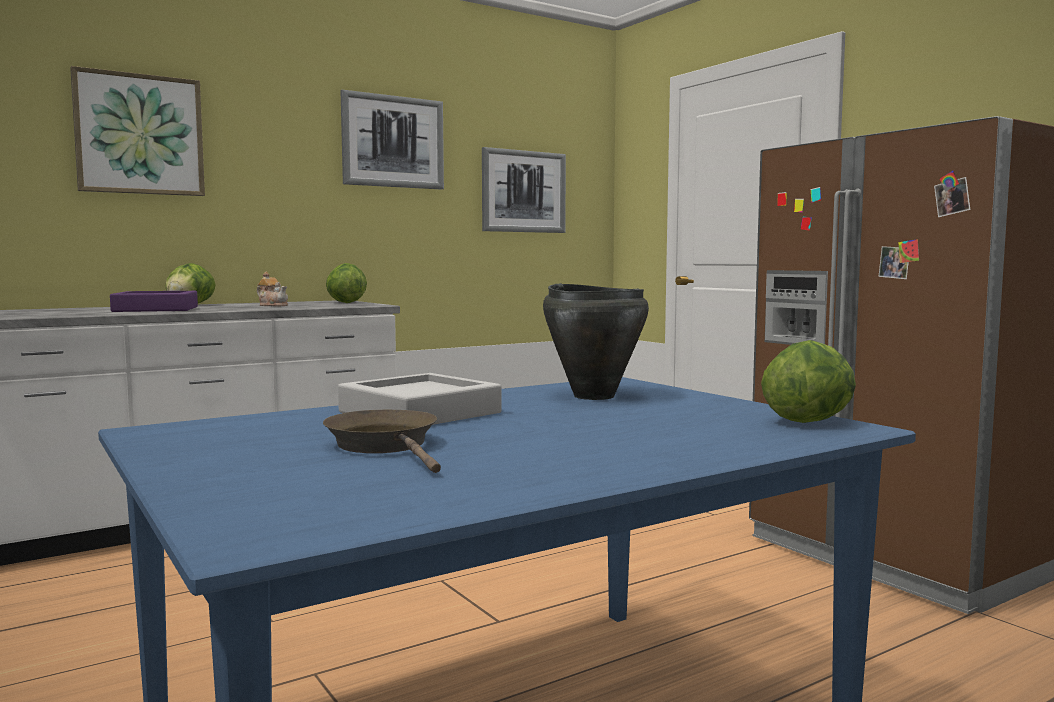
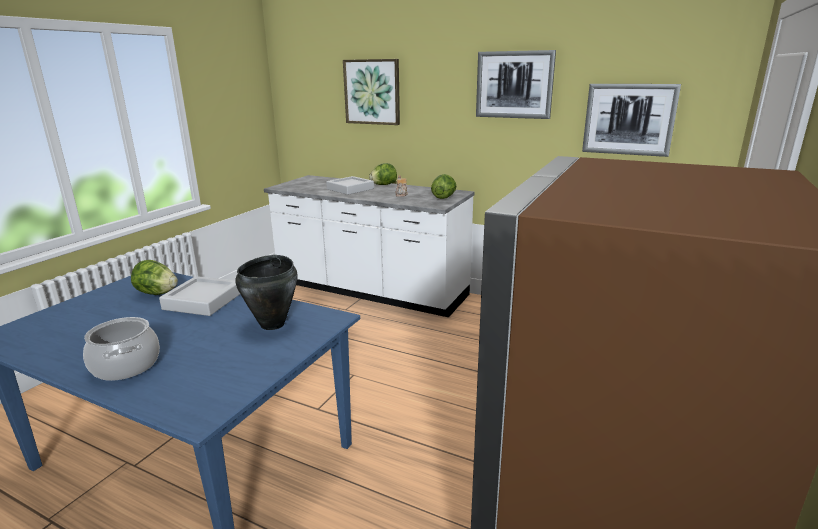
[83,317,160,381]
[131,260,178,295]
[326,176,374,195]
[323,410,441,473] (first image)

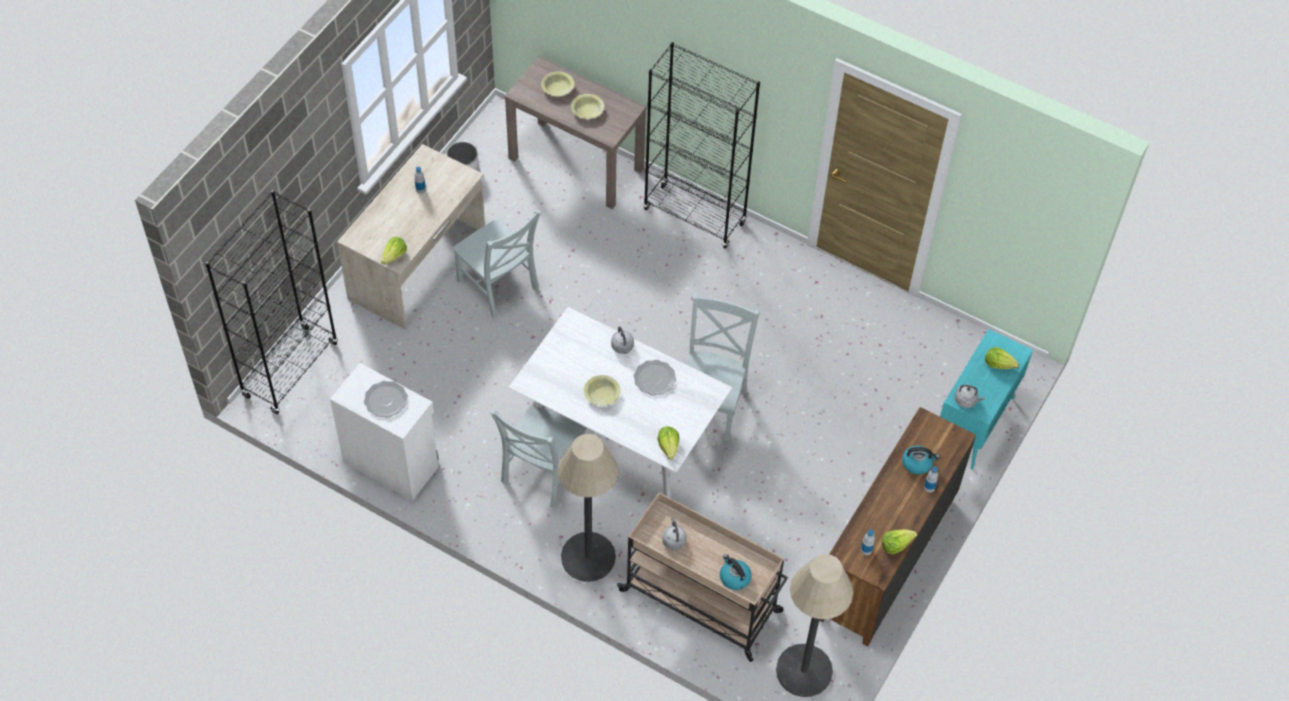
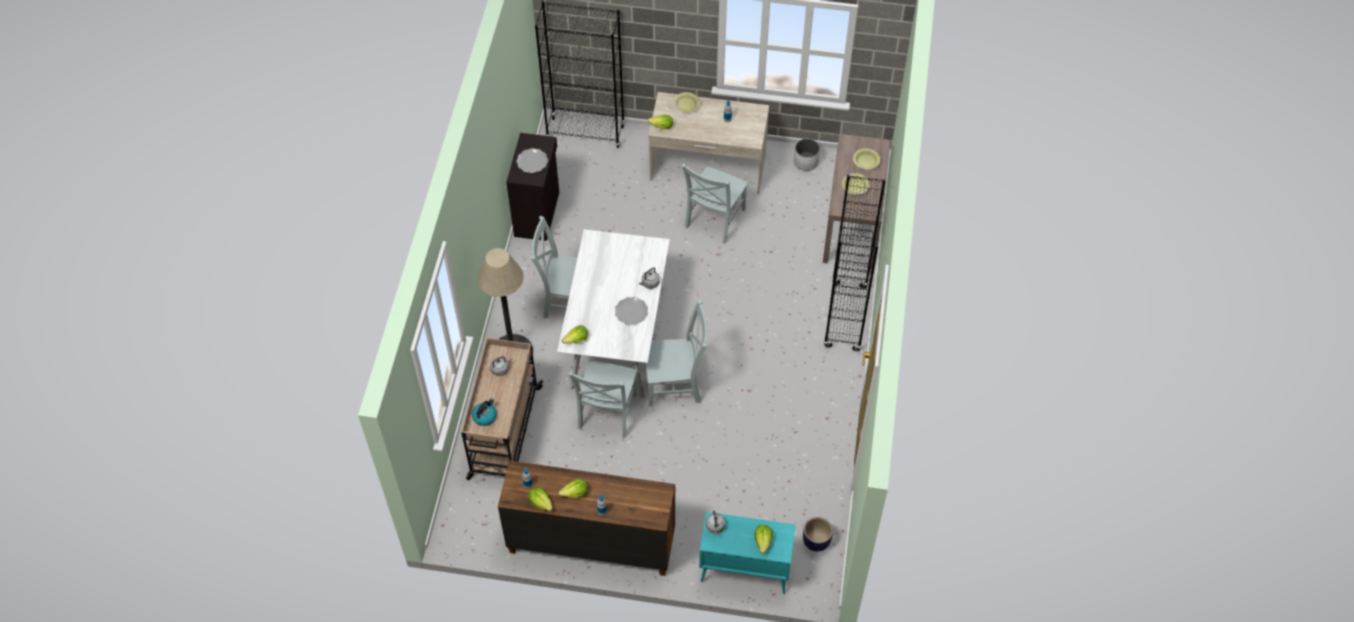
[506,133,559,241]
[558,479,588,497]
[568,360,637,438]
[673,92,700,112]
[803,517,833,552]
[776,554,853,697] (first image)
[902,446,940,475] (first image)

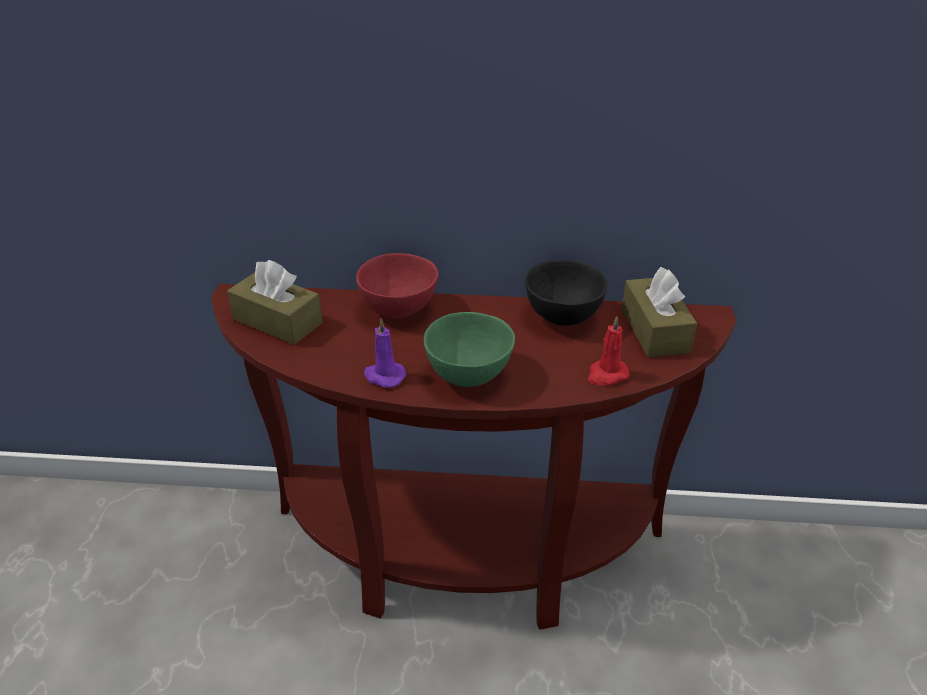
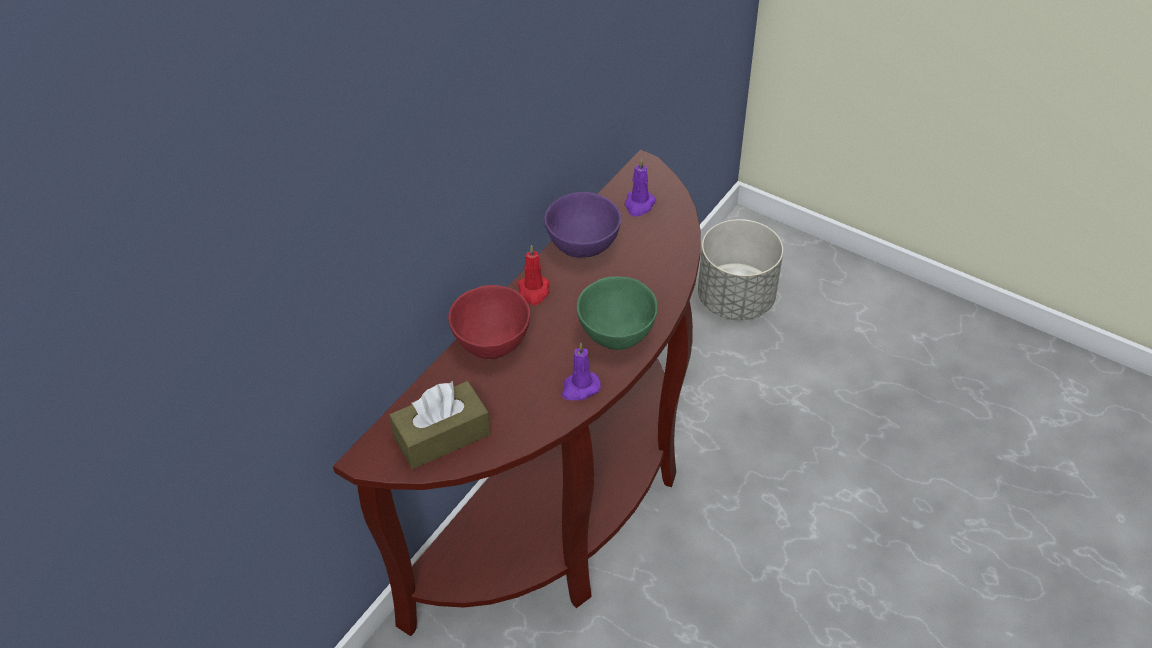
[518,245,550,305]
[544,192,621,258]
[625,158,656,217]
[698,219,783,320]

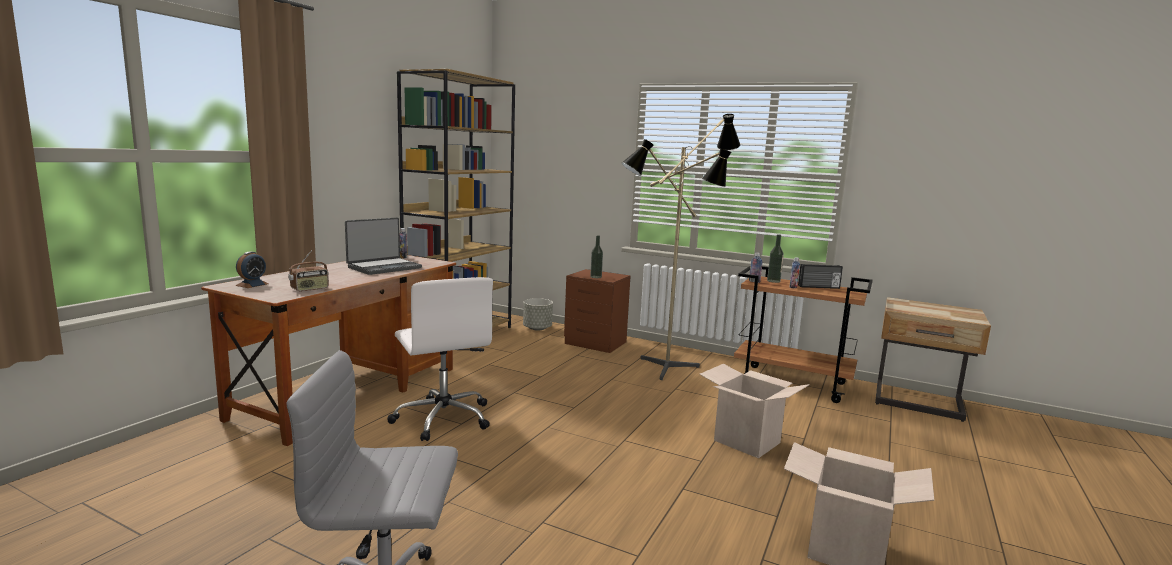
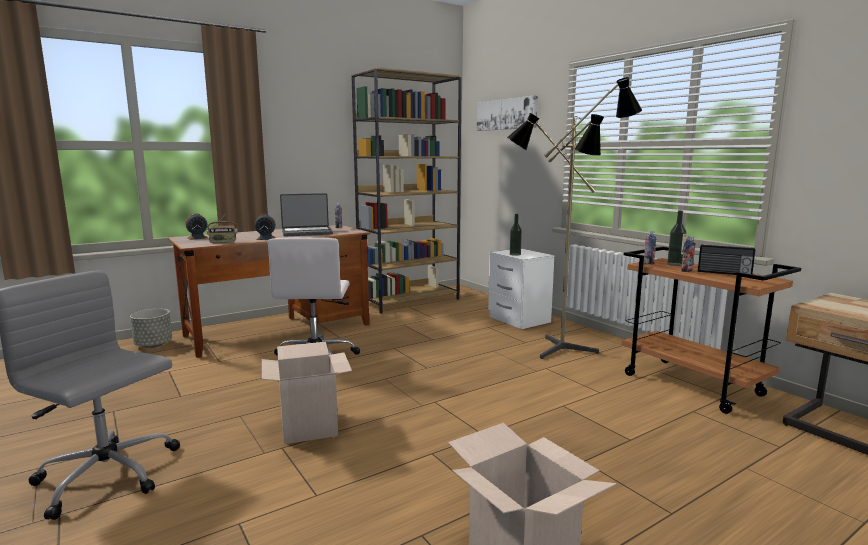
[130,309,172,348]
[254,214,276,240]
[262,342,352,444]
[477,95,538,131]
[488,248,554,329]

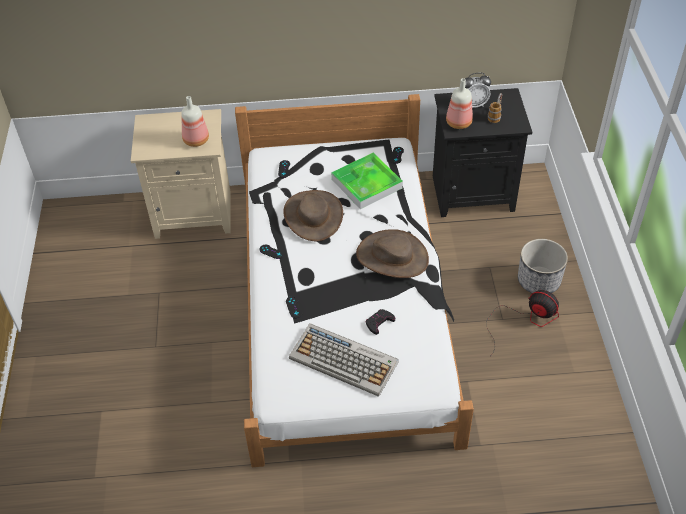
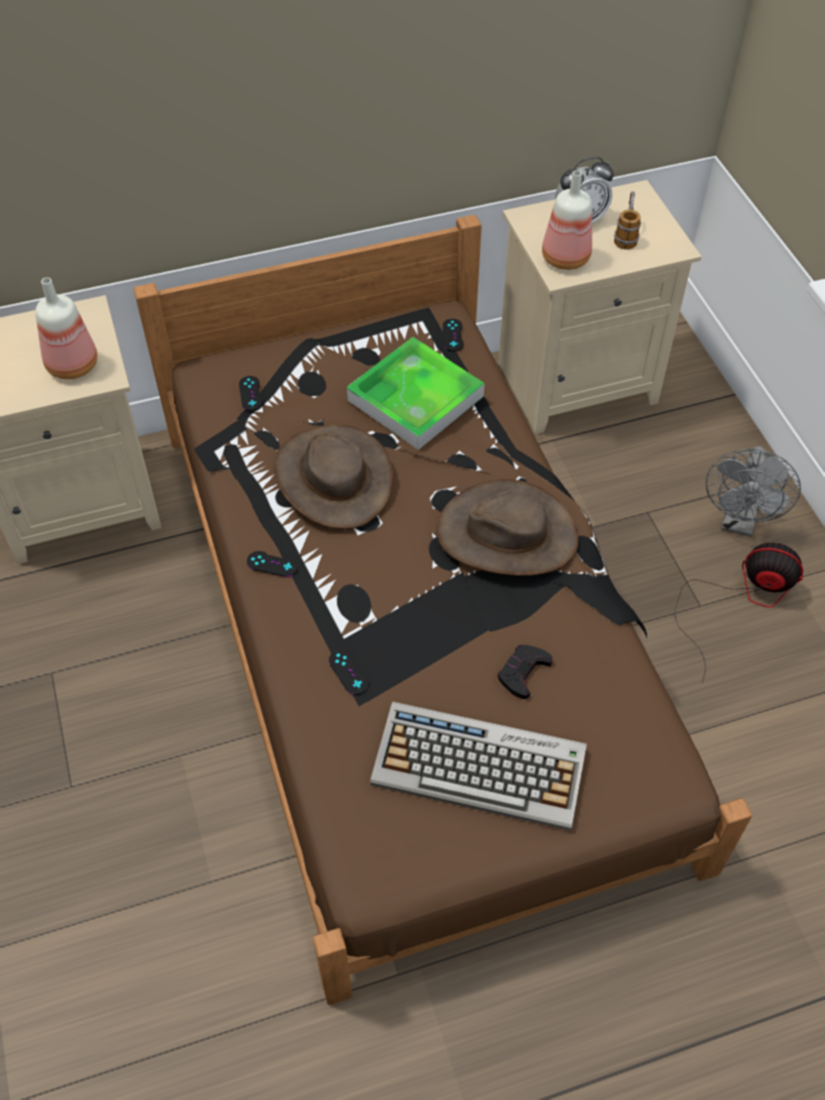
[133,215,753,1005]
[498,180,702,434]
[706,446,801,537]

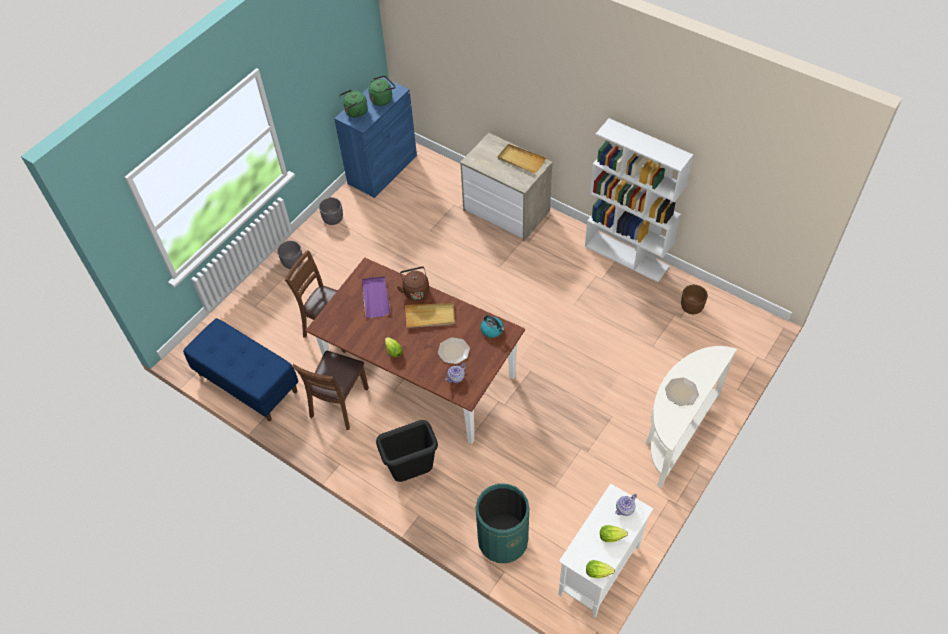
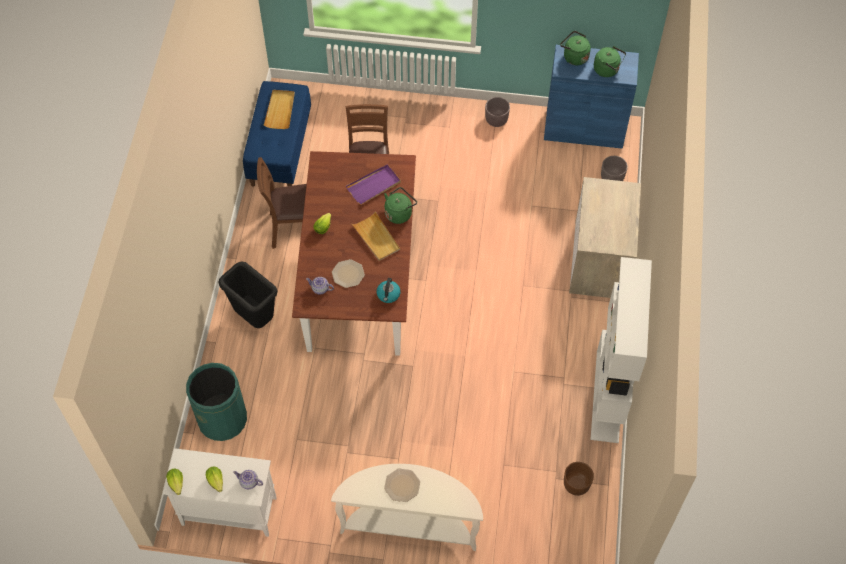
[264,90,295,129]
[384,187,417,224]
[601,156,628,181]

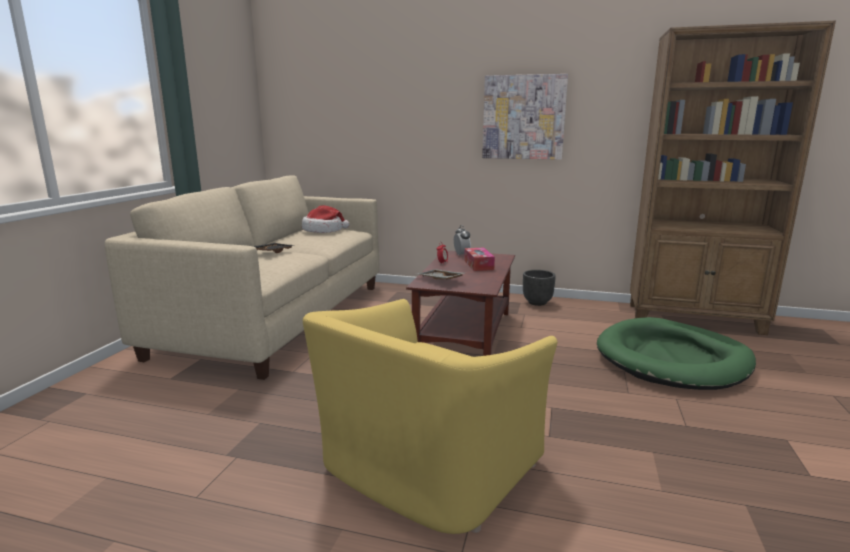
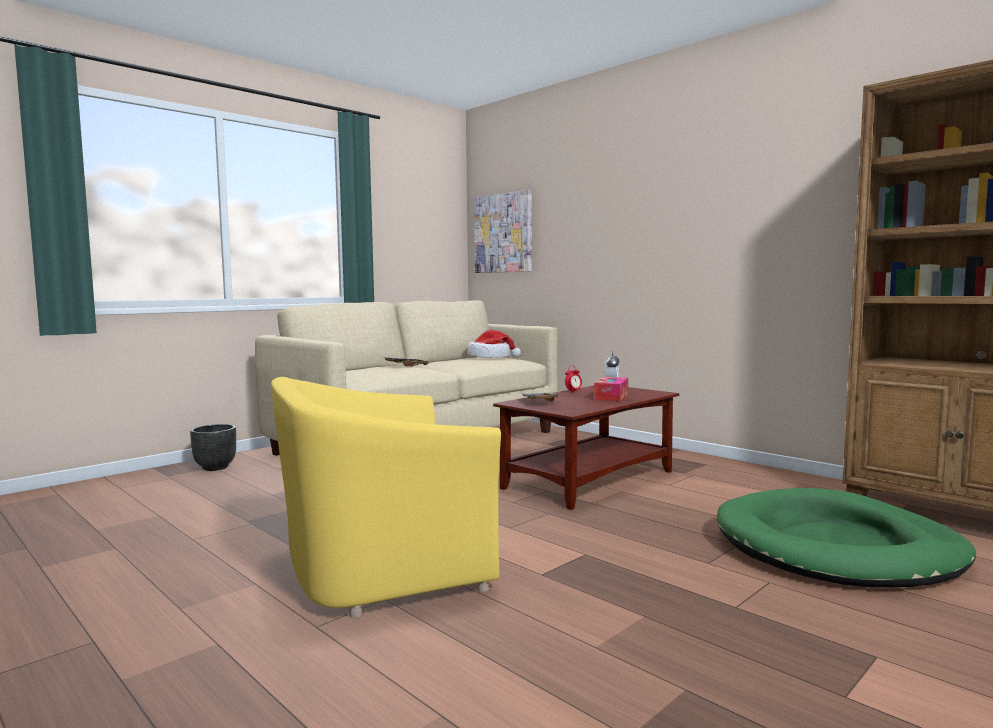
[190,424,236,471]
[474,190,532,273]

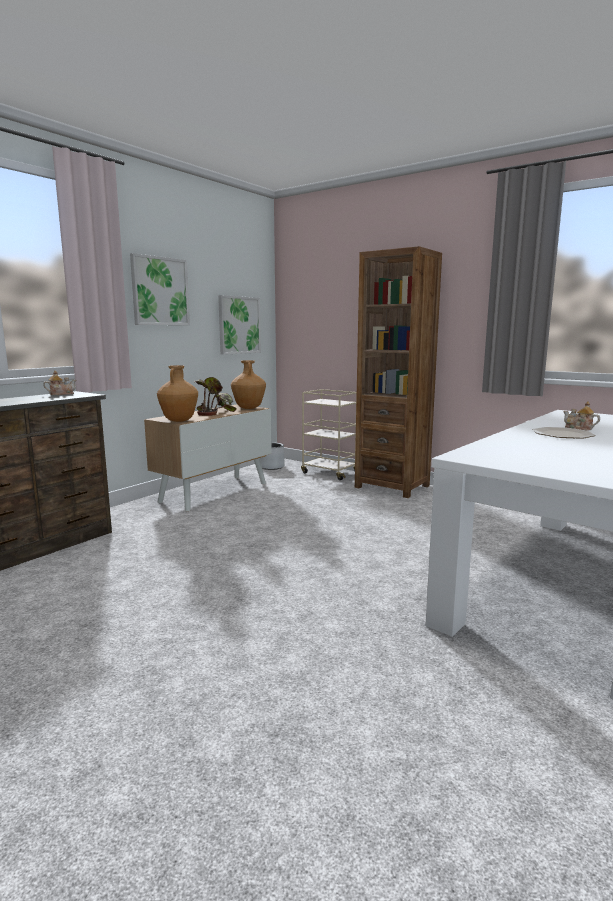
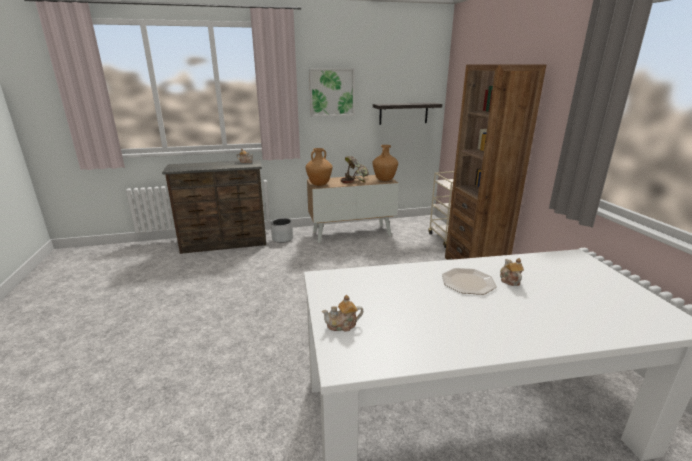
[271,218,293,243]
[322,295,363,331]
[373,103,442,125]

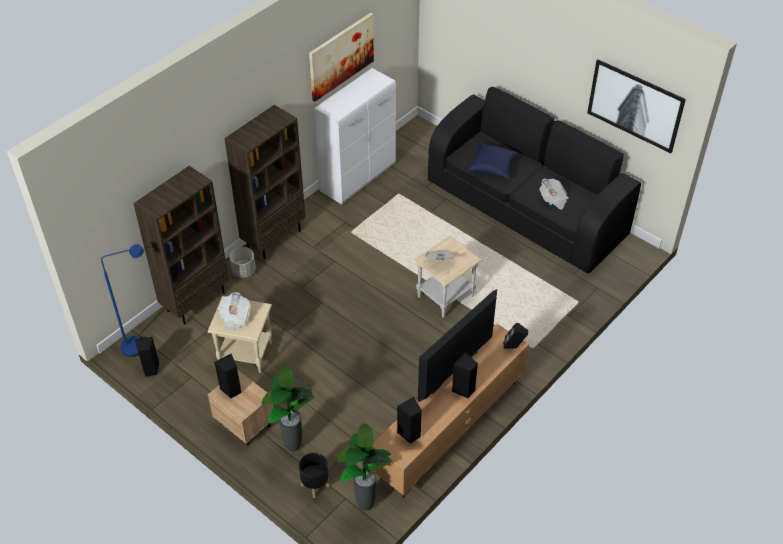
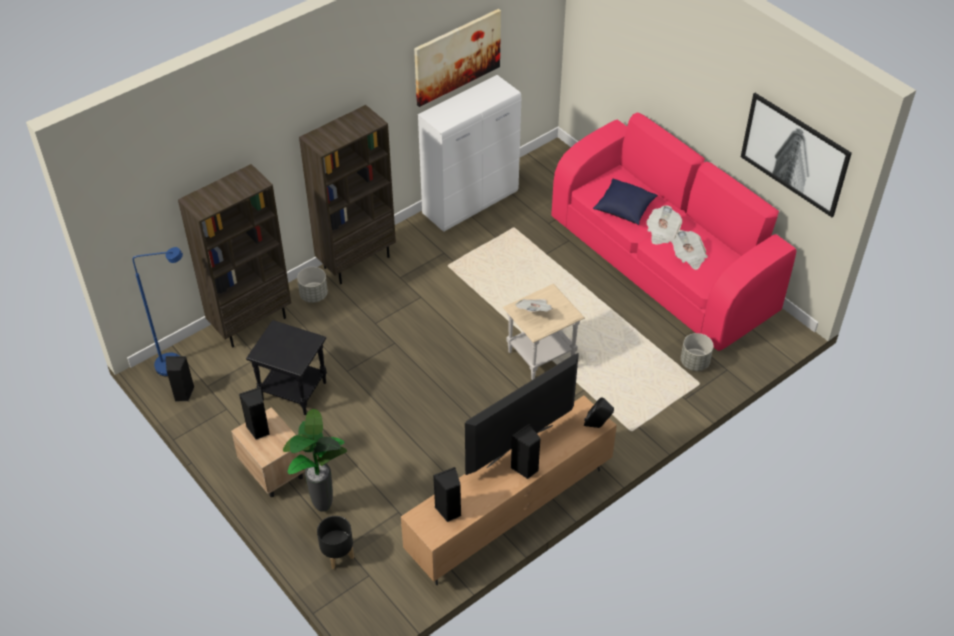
[246,320,327,415]
[551,112,796,351]
[647,205,682,245]
[681,333,714,371]
[337,424,392,511] (first image)

